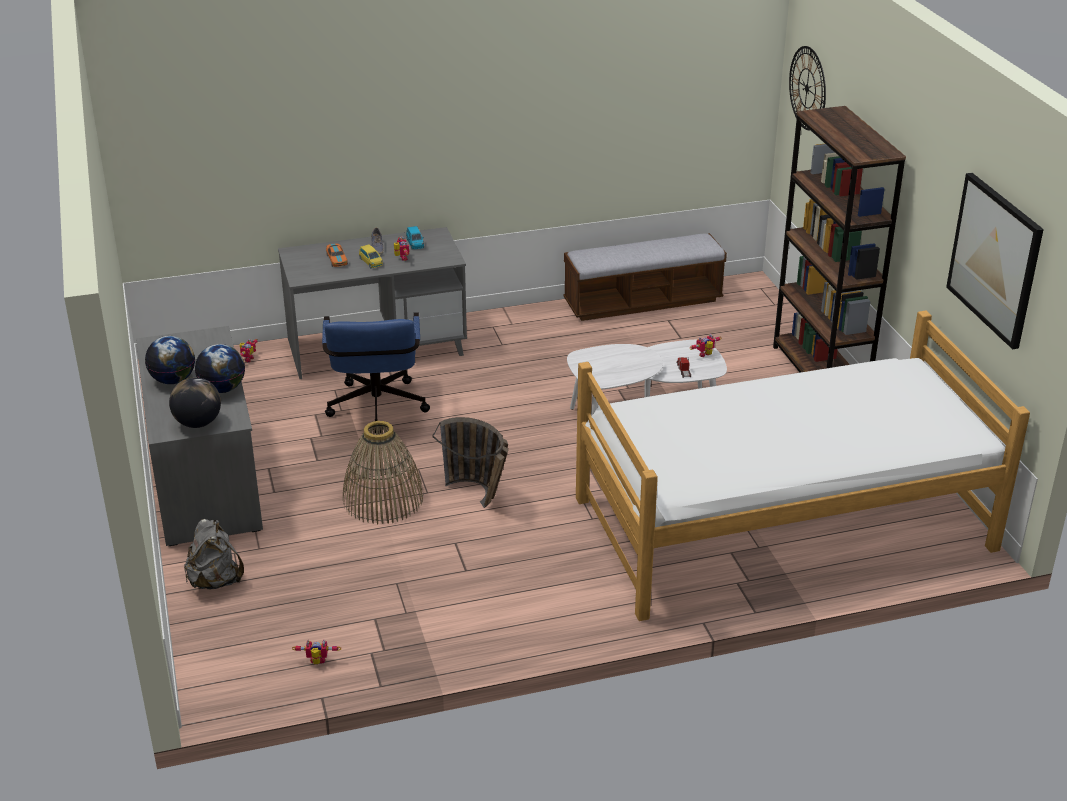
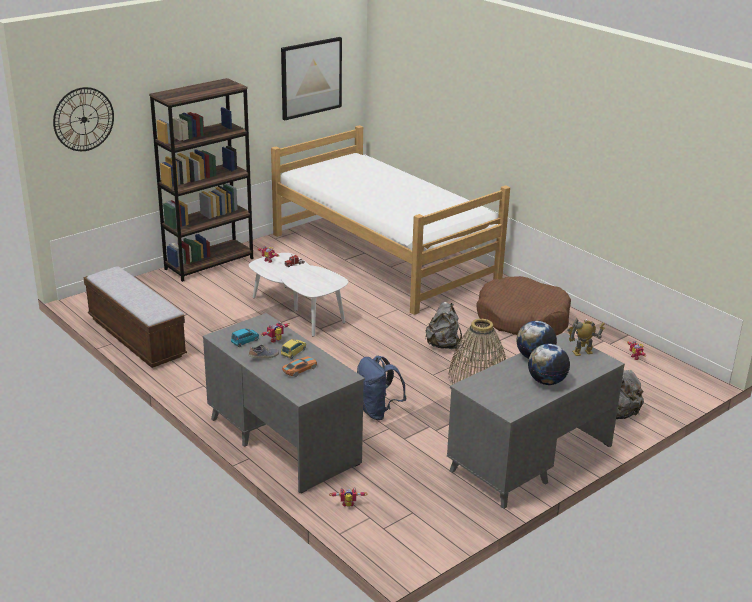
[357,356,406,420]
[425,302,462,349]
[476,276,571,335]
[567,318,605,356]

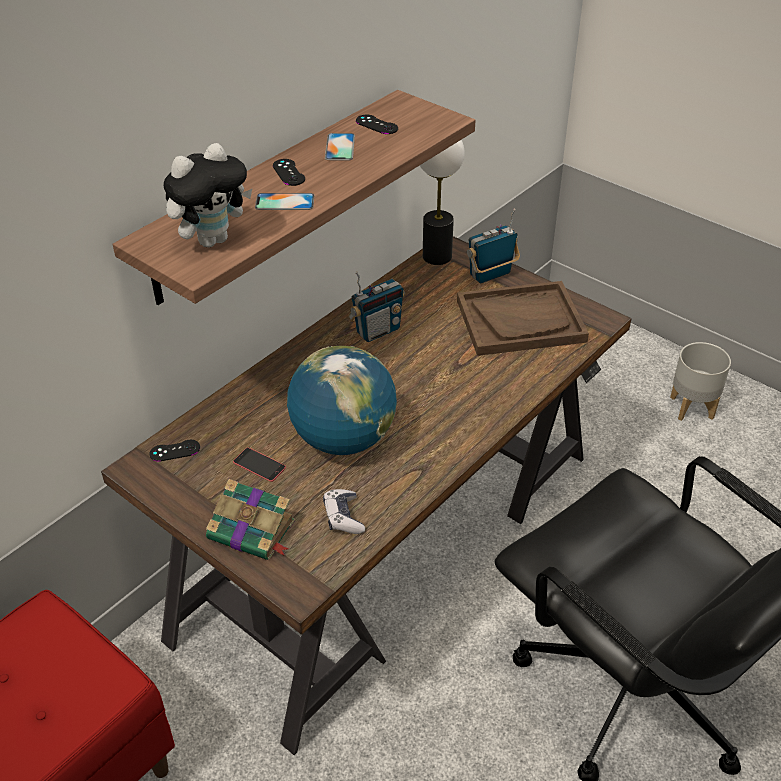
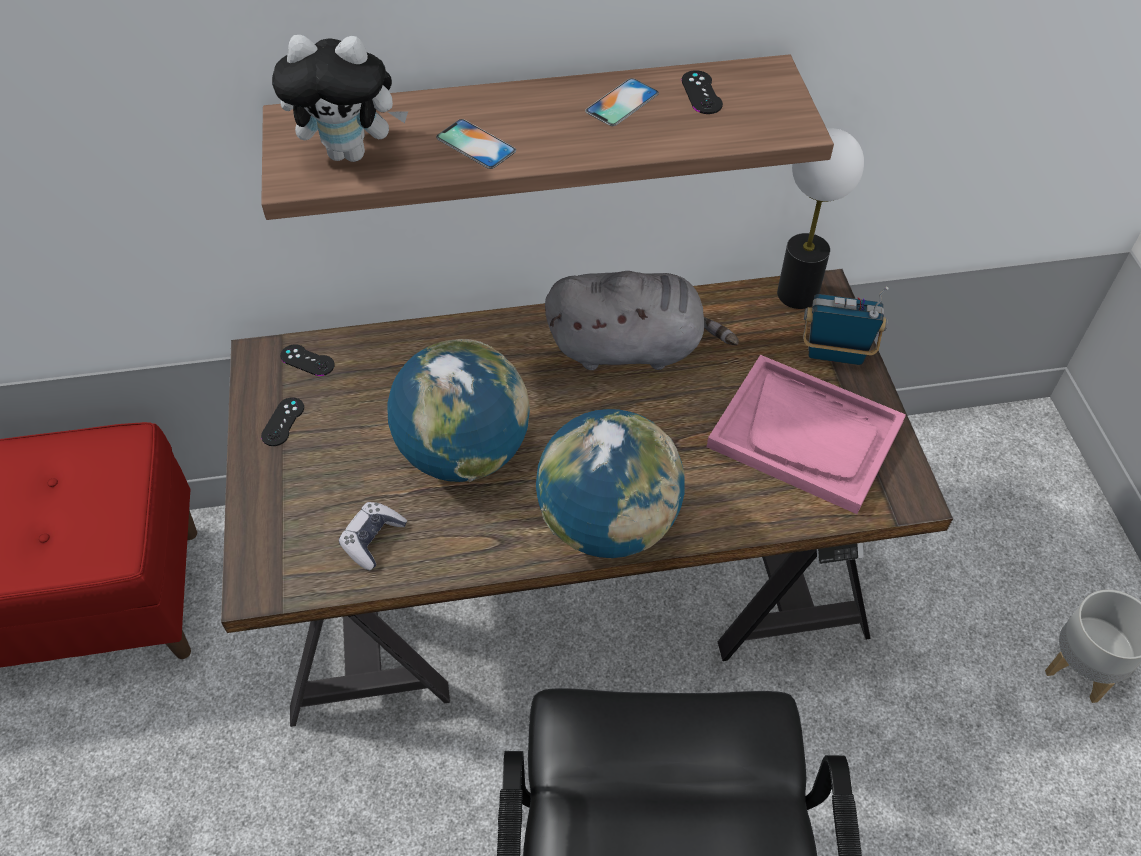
[261,397,304,446]
[536,409,685,558]
[545,271,739,370]
[707,355,906,514]
[206,479,295,560] (first image)
[233,448,286,482] (first image)

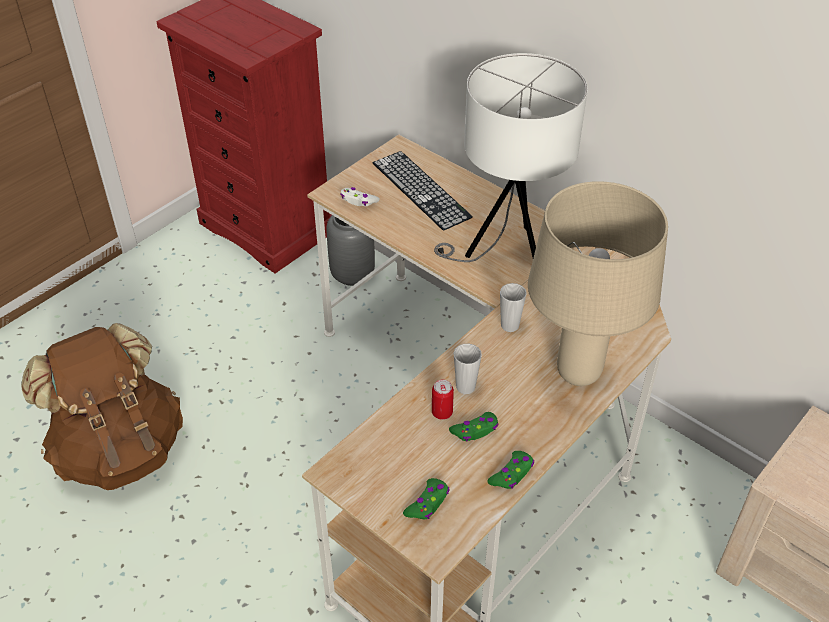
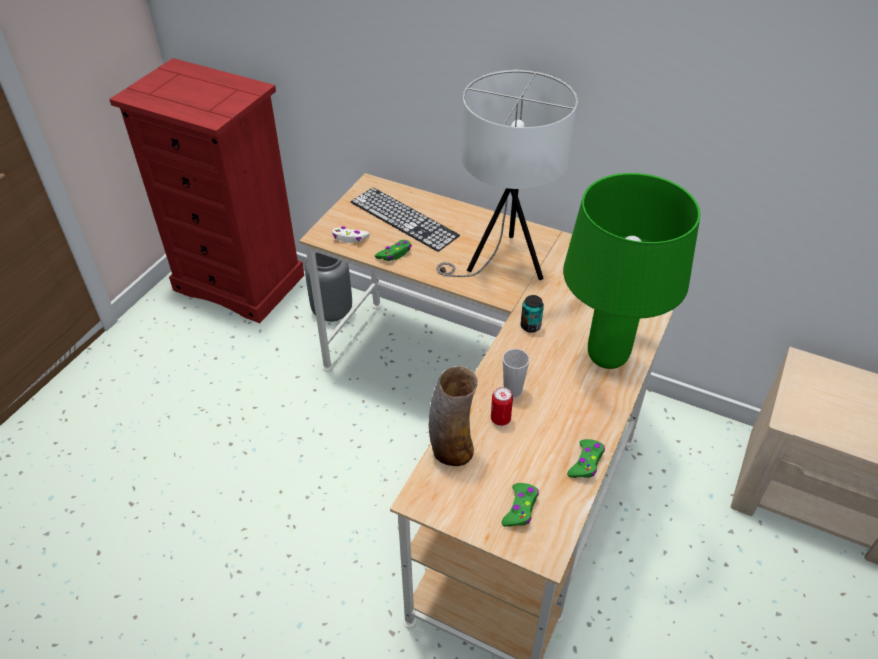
[375,240,412,261]
[429,366,478,466]
[520,295,544,333]
[563,173,700,369]
[21,323,183,490] (first image)

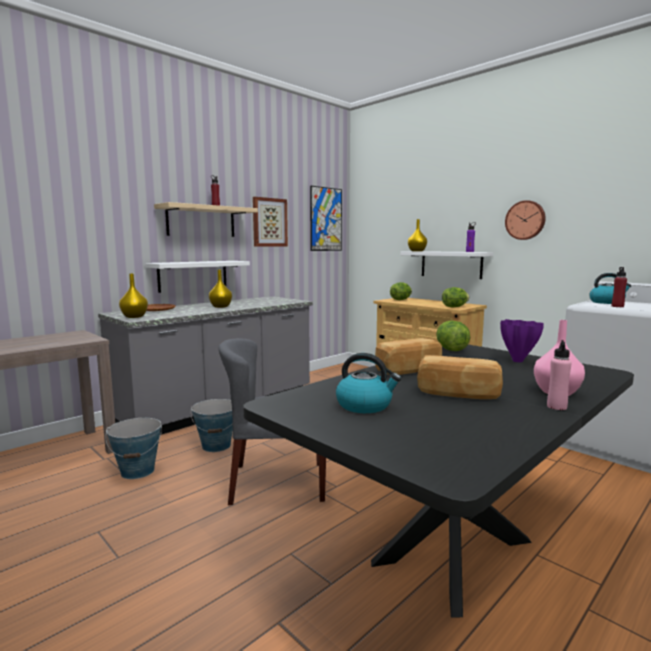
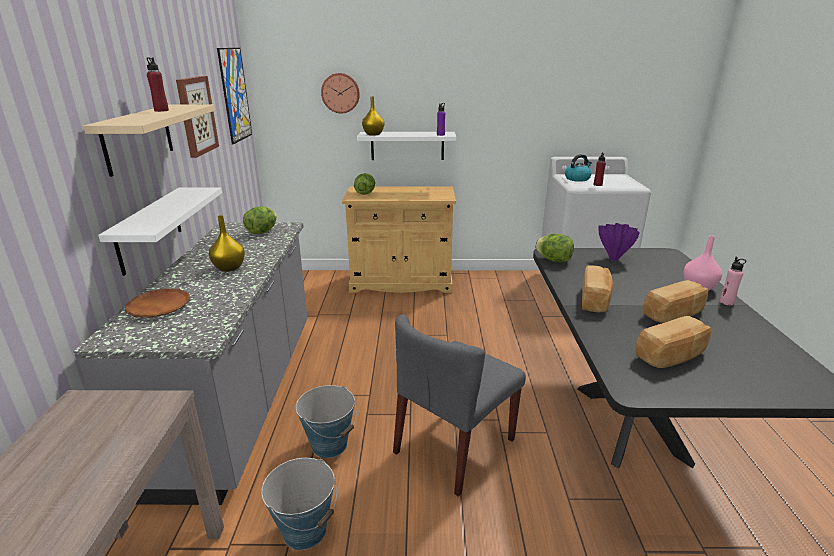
[243,206,277,234]
[321,73,360,113]
[636,316,711,368]
[119,274,148,318] (first image)

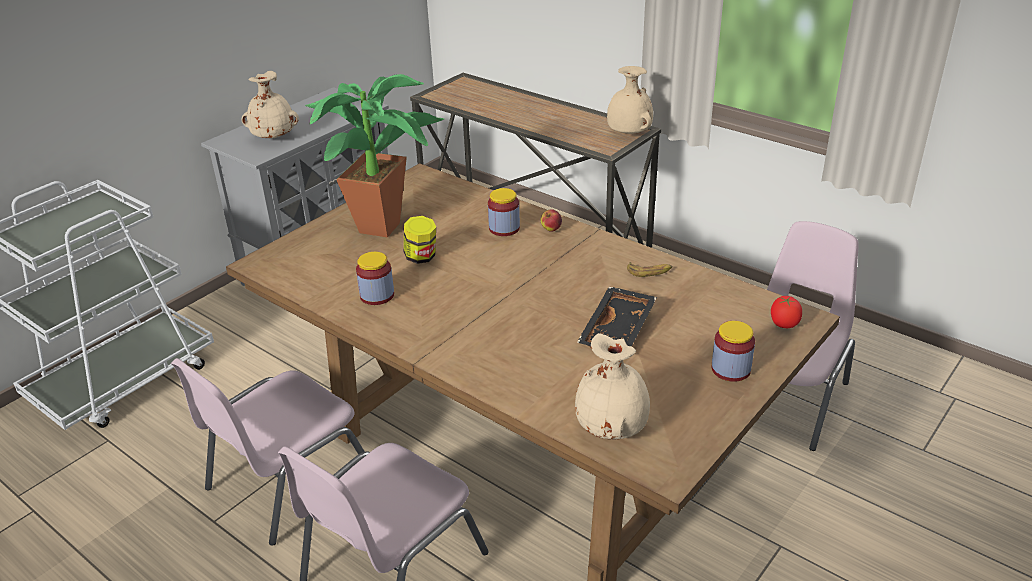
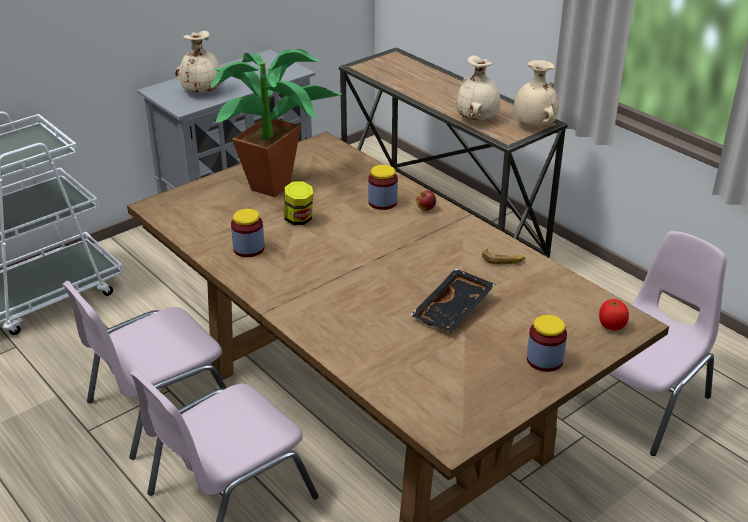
[456,55,500,120]

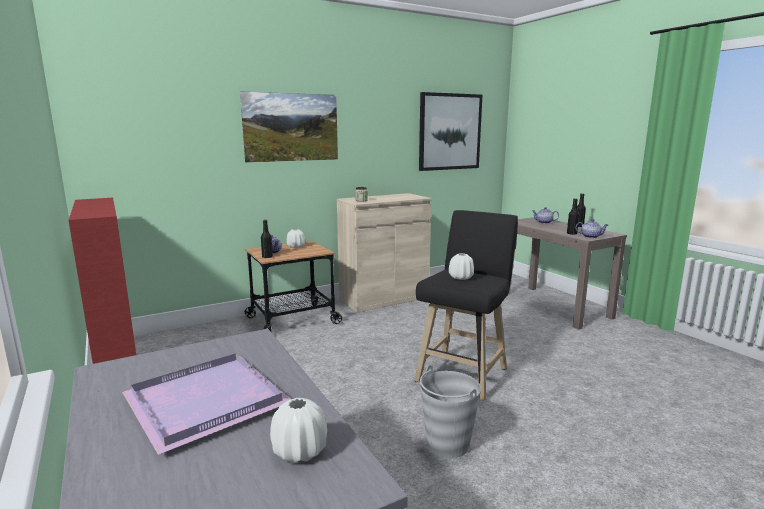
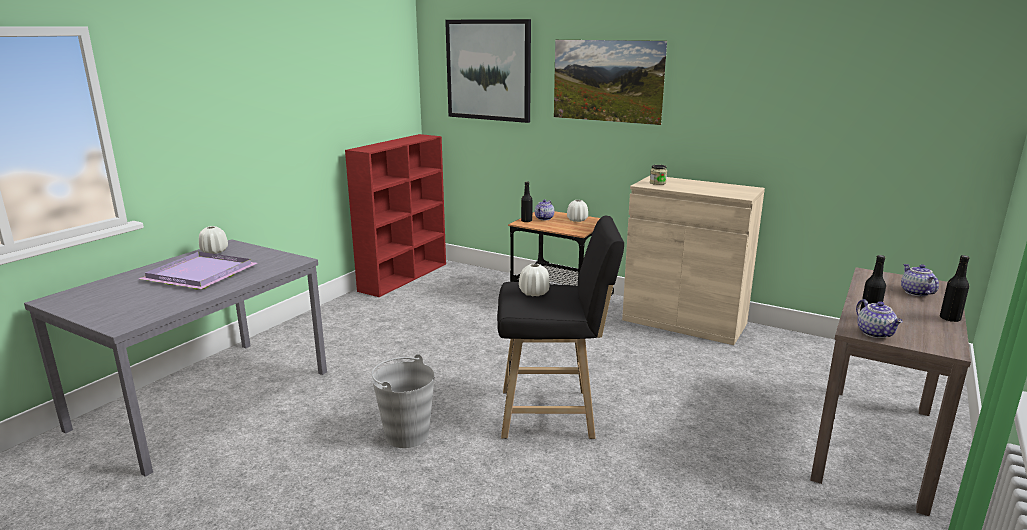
[199,226,228,254]
[445,19,531,123]

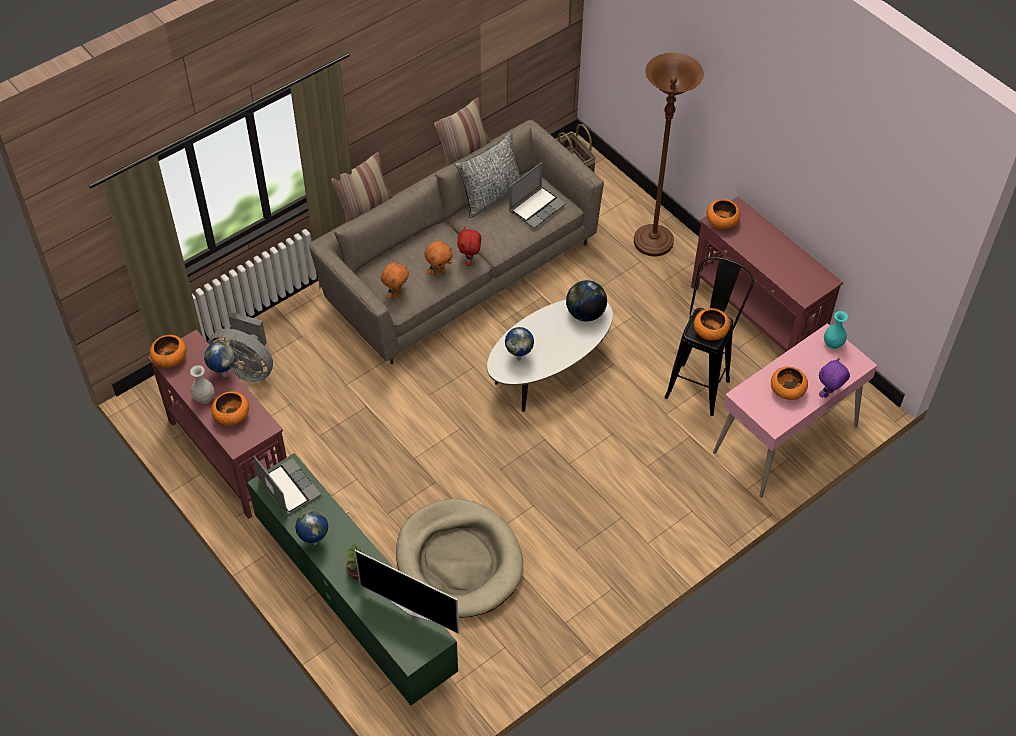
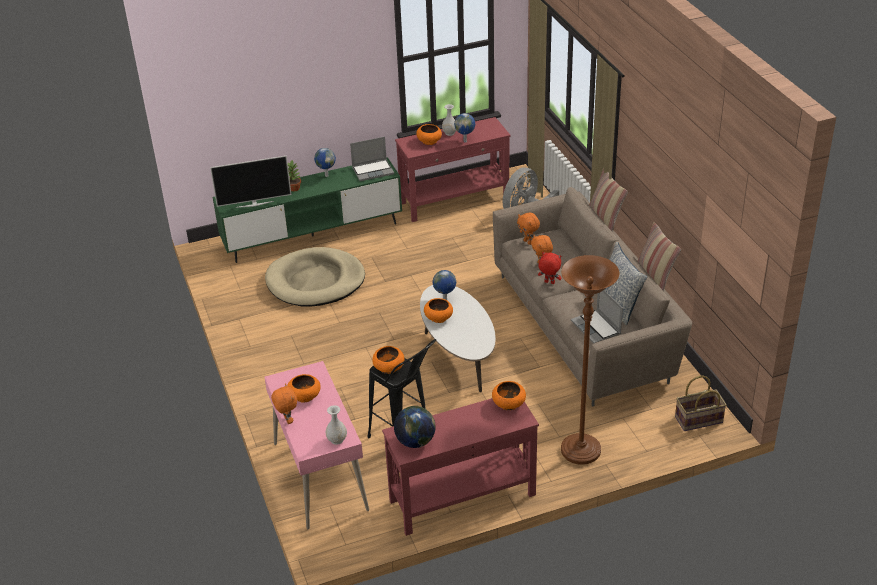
[210,156,291,208]
[271,384,297,424]
[326,405,347,445]
[394,406,436,448]
[424,298,453,323]

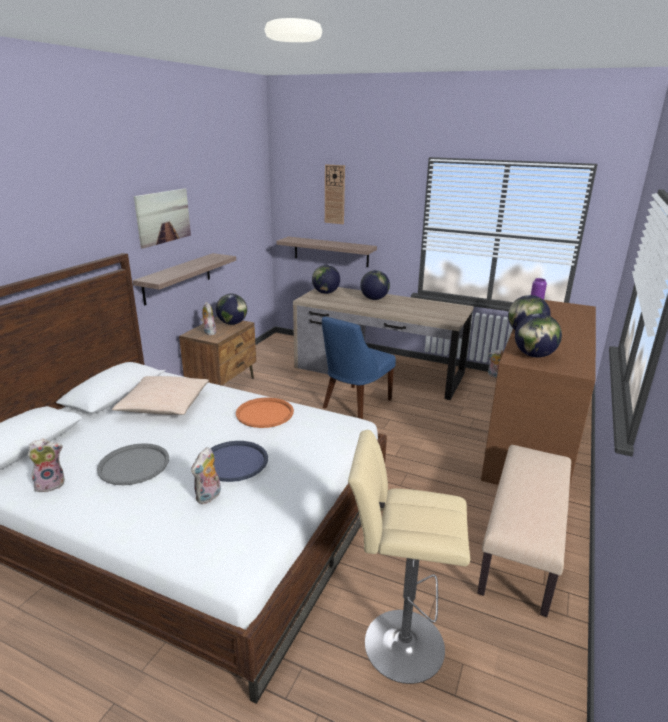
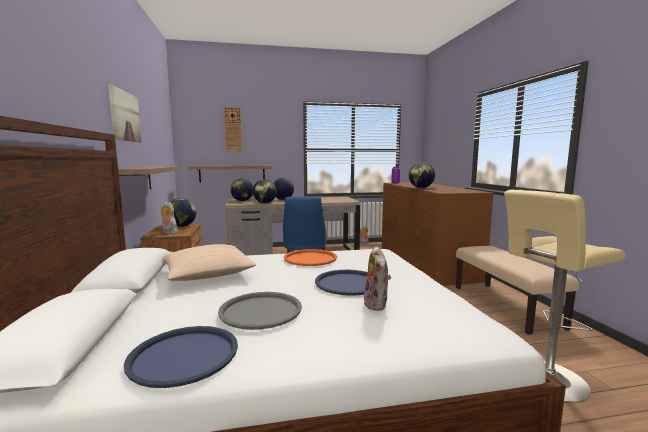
[124,326,238,388]
[253,179,277,203]

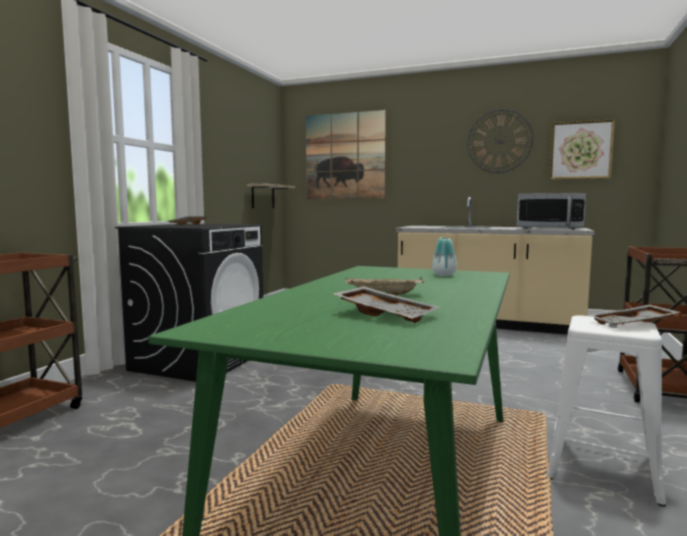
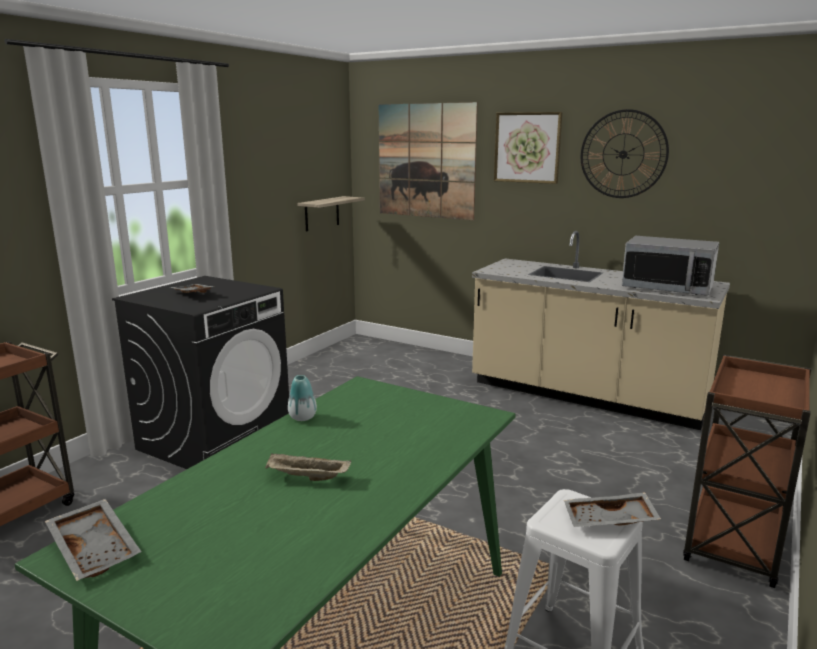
[45,499,142,581]
[288,375,317,421]
[494,112,562,184]

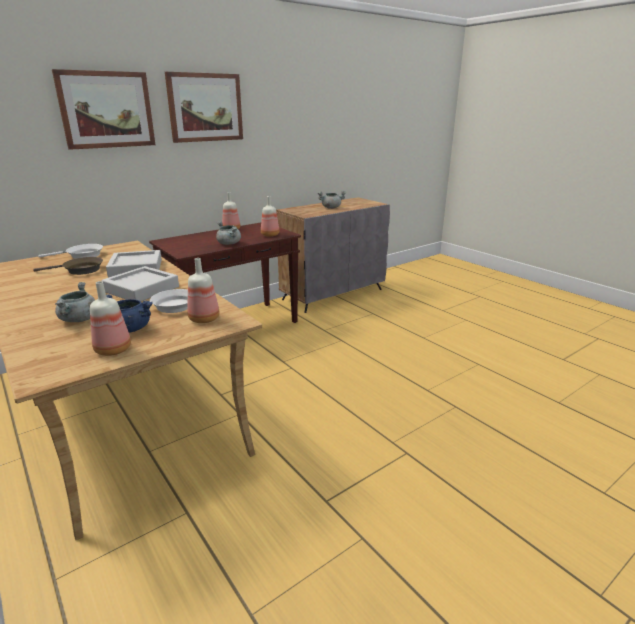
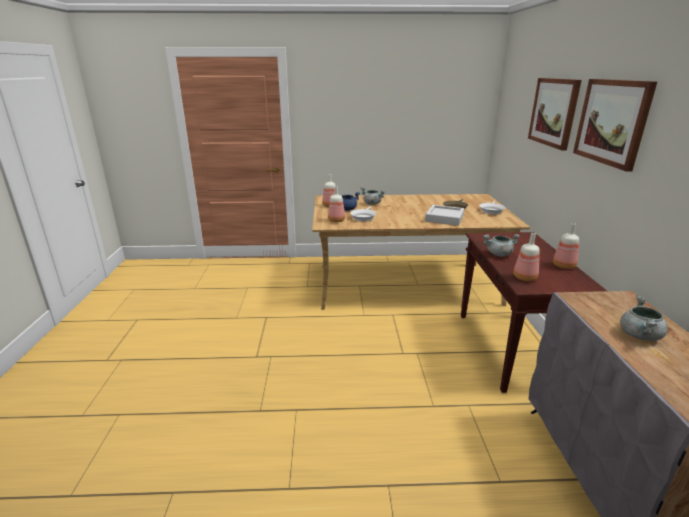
[101,266,179,301] (first image)

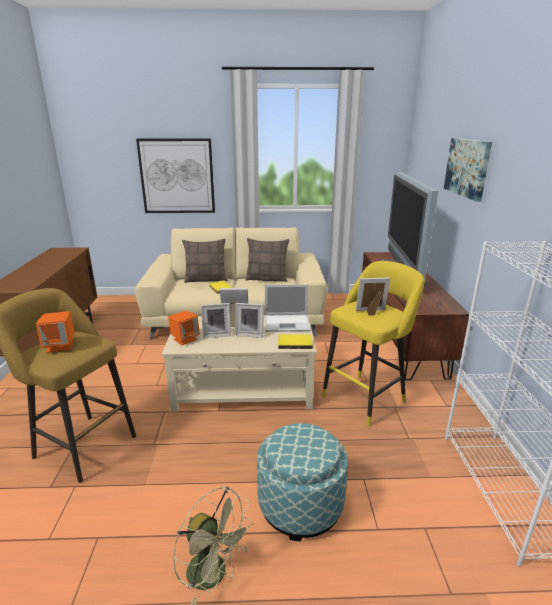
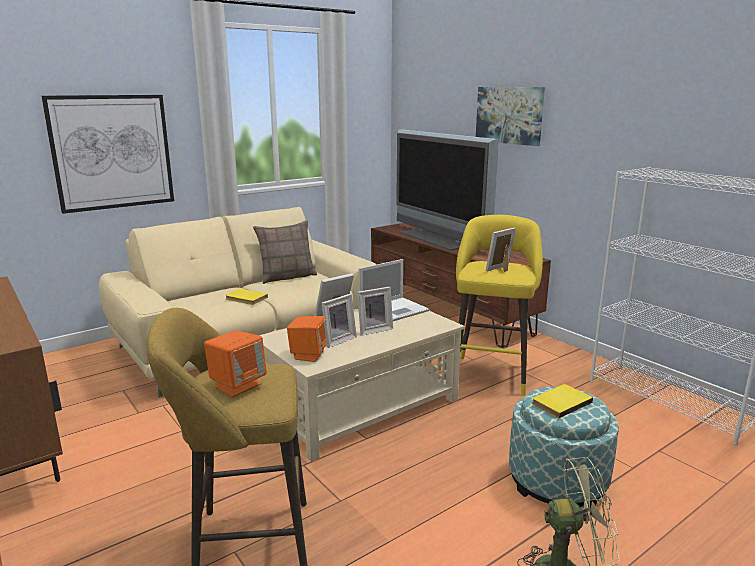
[532,384,593,419]
[182,238,228,283] (first image)

